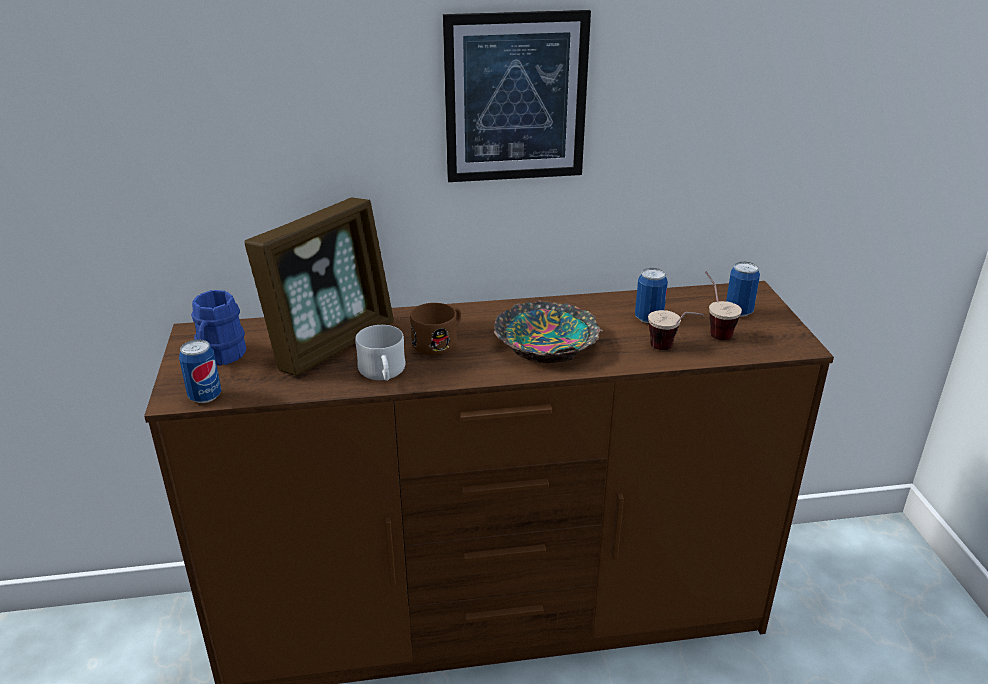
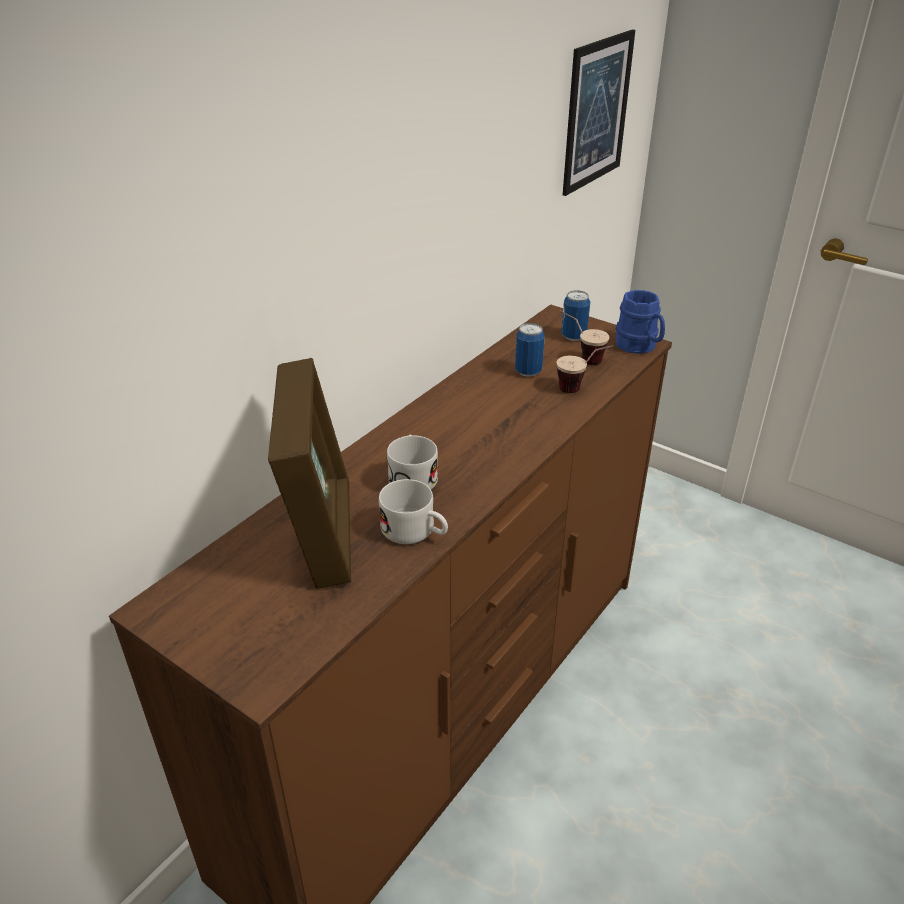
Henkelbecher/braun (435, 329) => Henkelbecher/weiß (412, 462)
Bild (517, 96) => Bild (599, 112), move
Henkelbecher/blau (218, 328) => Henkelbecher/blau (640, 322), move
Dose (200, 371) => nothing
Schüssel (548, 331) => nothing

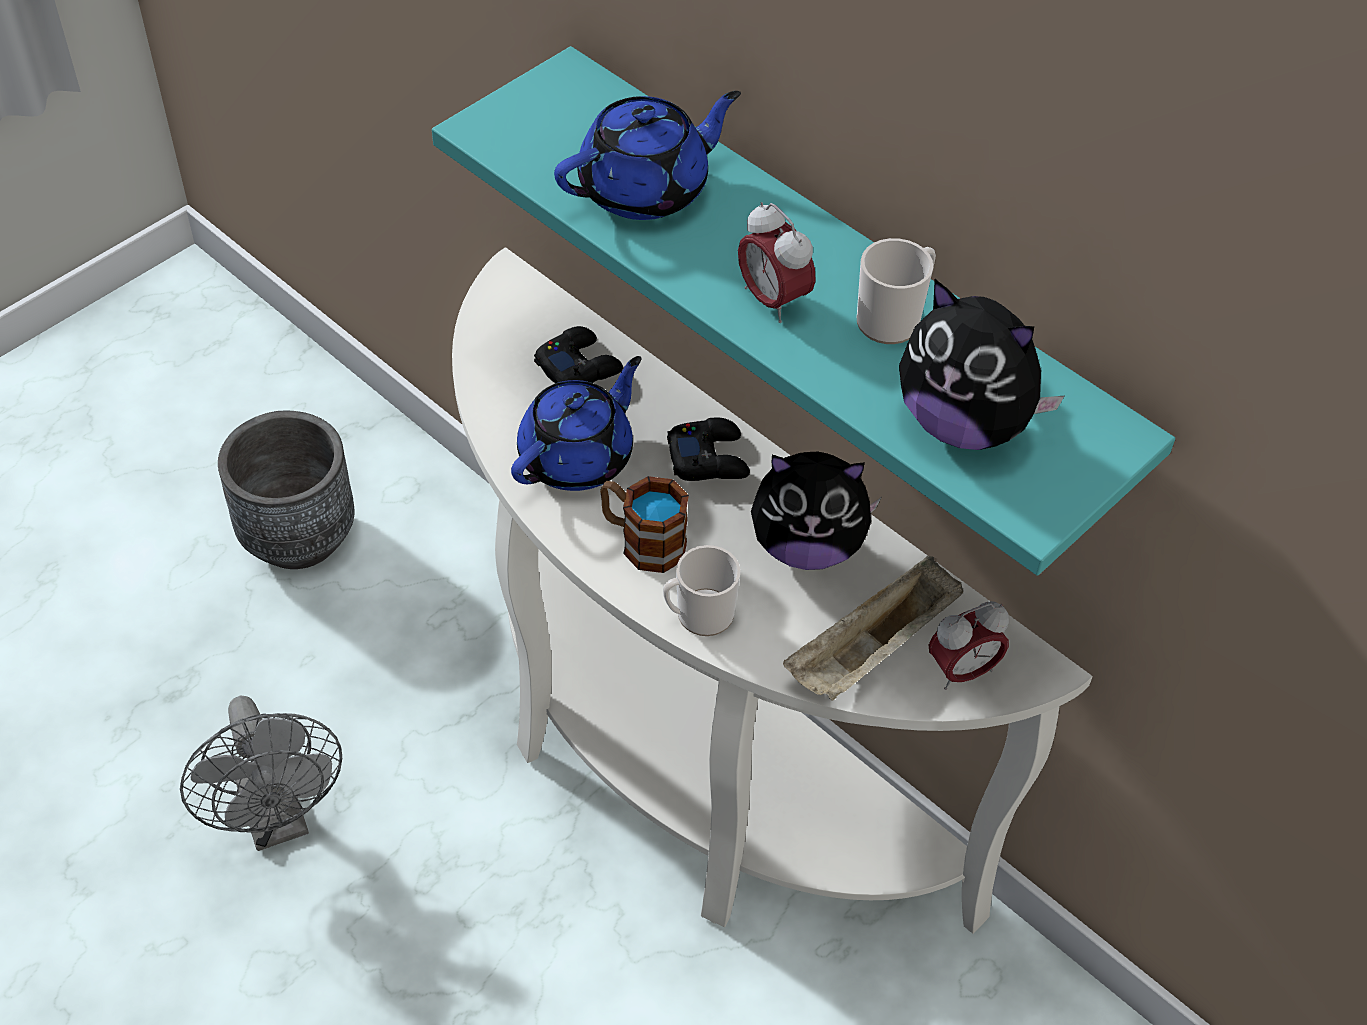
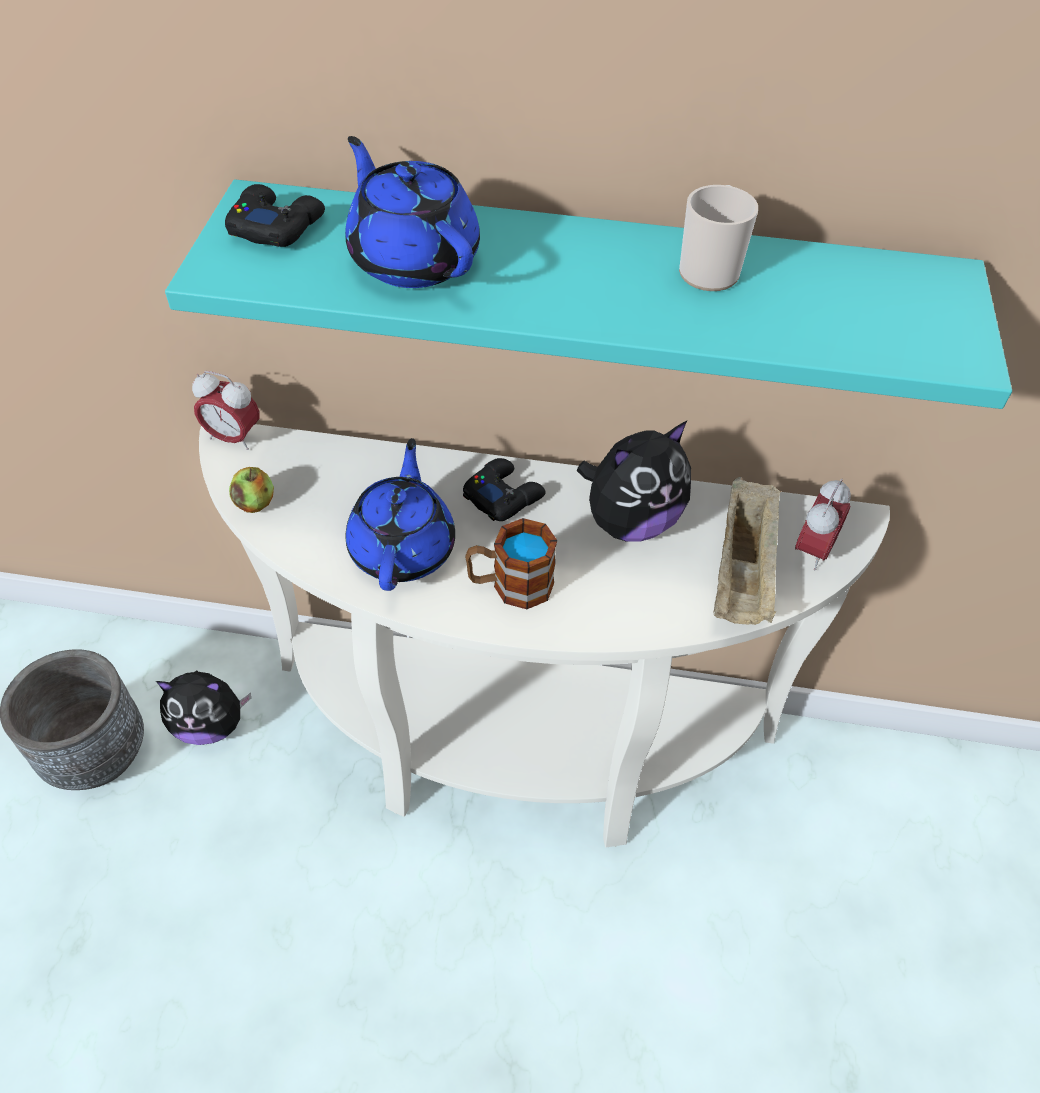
Plüschtier (981, 364) => Plüschtier (203, 708), move
Wecker (777, 262) => Wecker (226, 410), move
Gamepad/schwarz (578, 354) => Gamepad/schwarz (275, 215), move
nothing => Apfel (251, 490)
Teekanne/blau (647, 155) => Teekanne/blau (412, 212), 60 degrees counterclockwise
Ventilator/grau (261, 773) => nothing
Henkelbecher (702, 590) => nothing

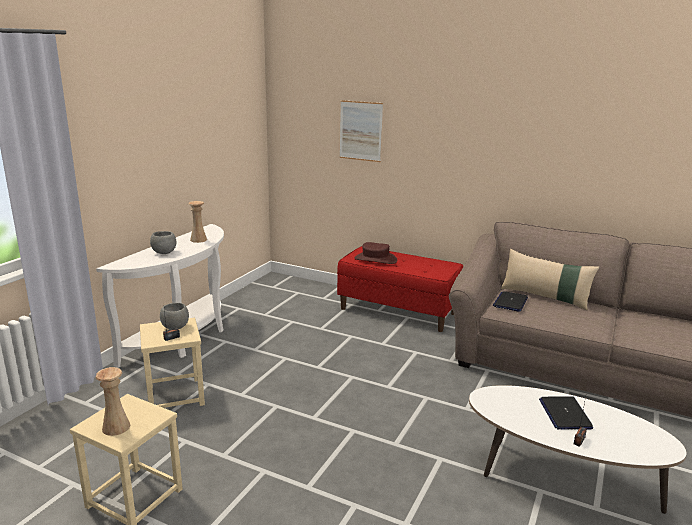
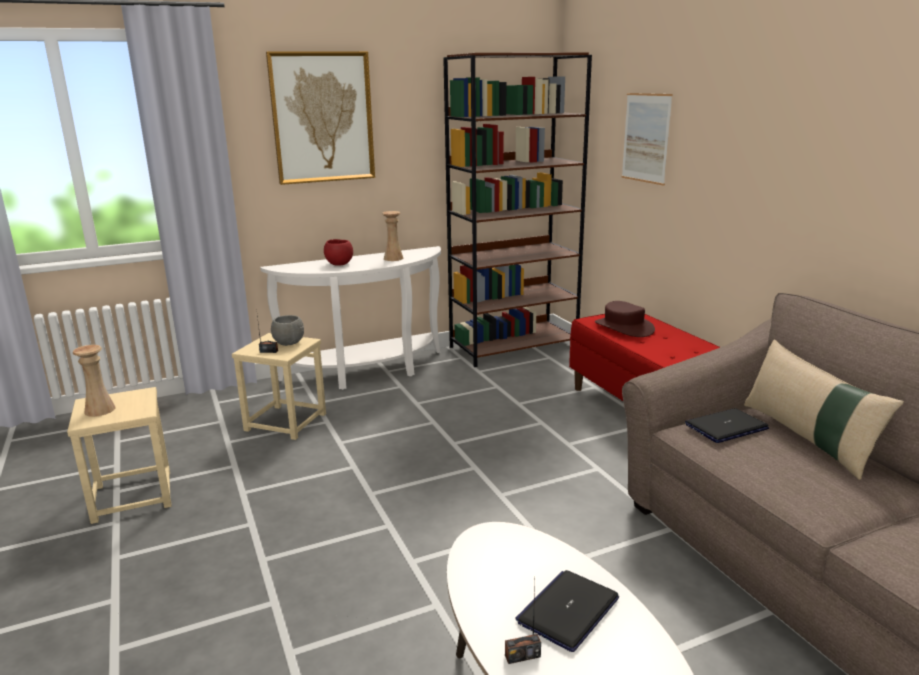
nothing => Bild (320, 118)
Schüssel/grau (163, 242) => Schüssel/rot (338, 252)
nothing => Bücherregal/braun (517, 209)

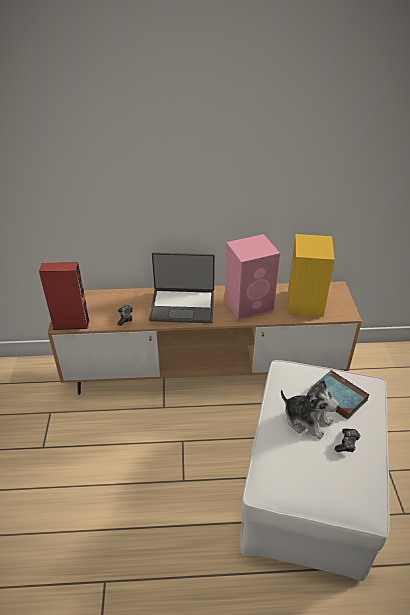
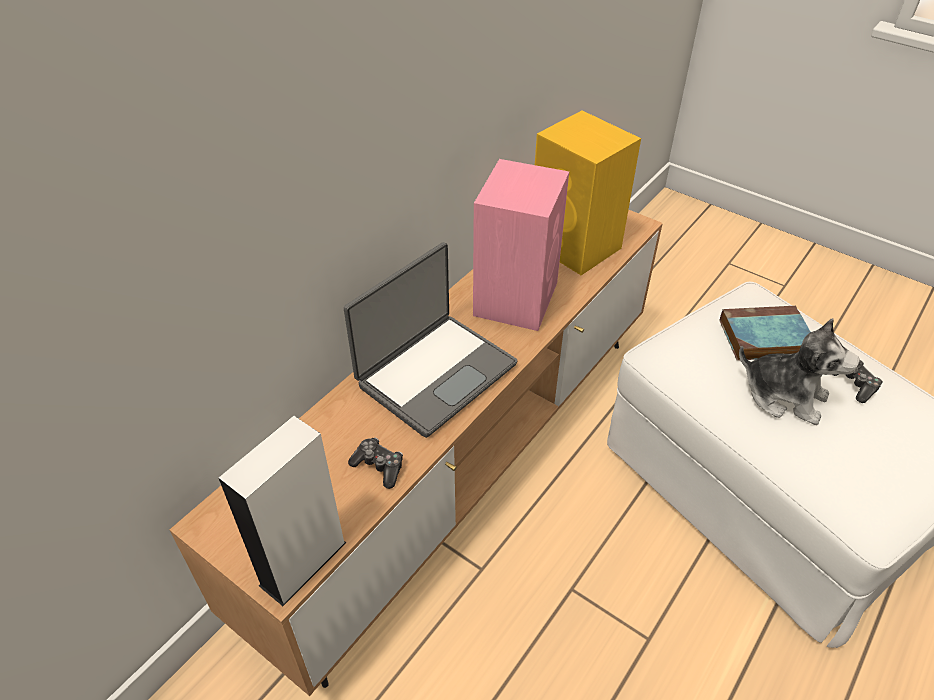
Lautsprecher/rot (64, 296) => Lautsprecher/weiß (282, 511)
Plüschtier (310, 409) => Plüschtier (799, 371), 45 degrees clockwise

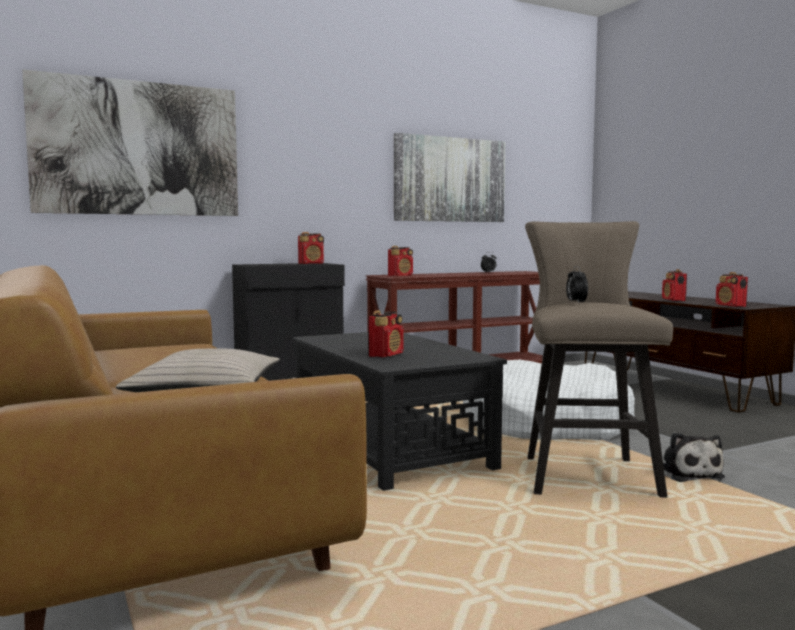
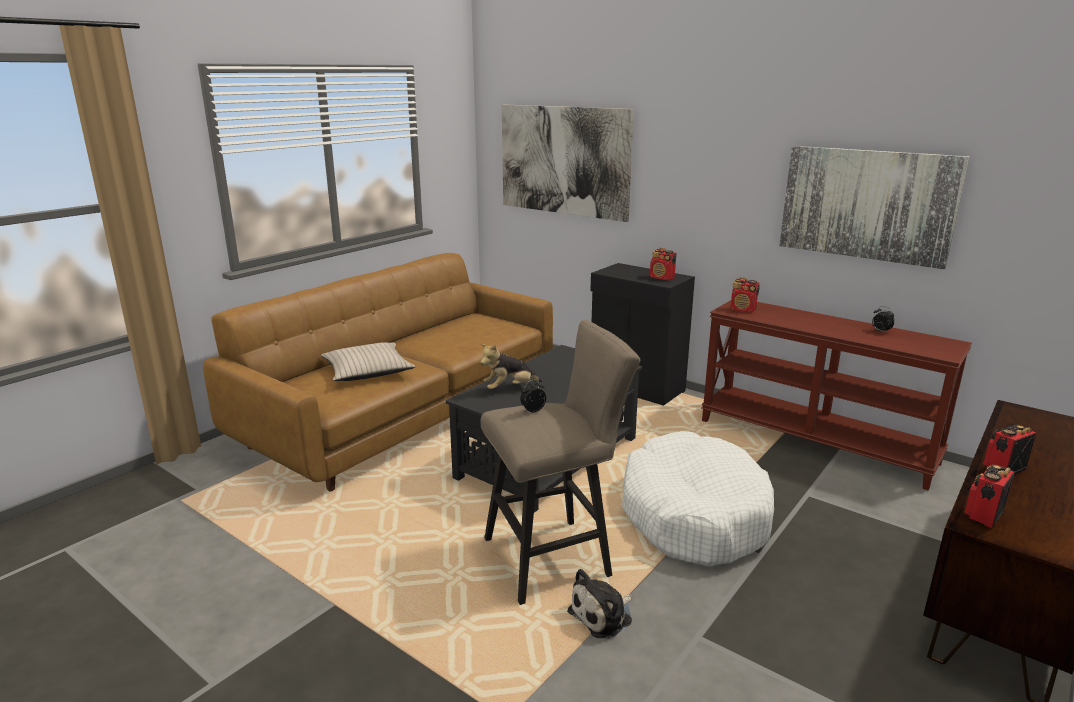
Radio (385, 334) => Plüschtier (511, 366)

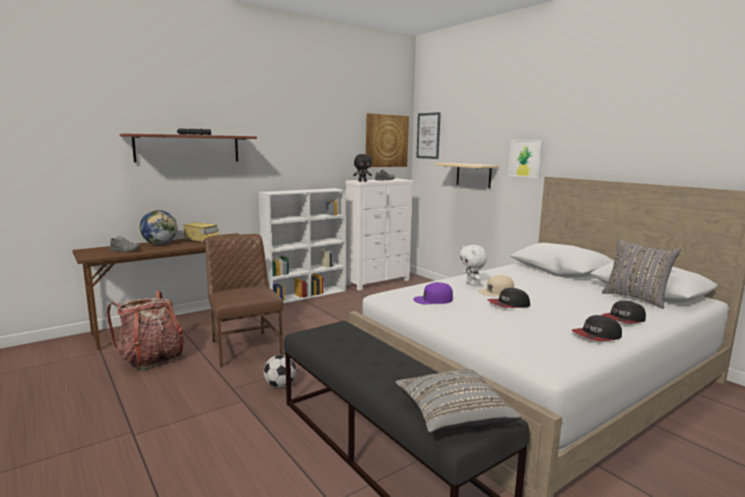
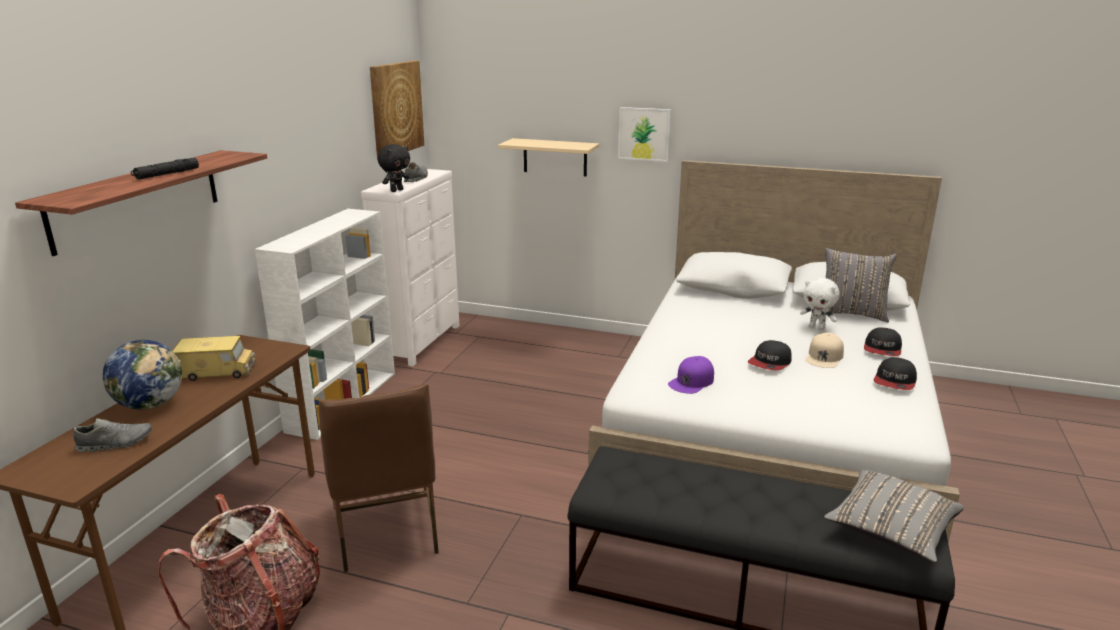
Stuhl/braun (244, 300) => Stuhl/braun (379, 478), 135 degrees counterclockwise
Plüschtier/weiß (473, 265) => Plüschtier/weiß (820, 304), move
Kappe/beige (496, 286) => Kappe/beige (824, 350), move
Fußball (280, 371) => nothing
Bild (428, 135) => nothing

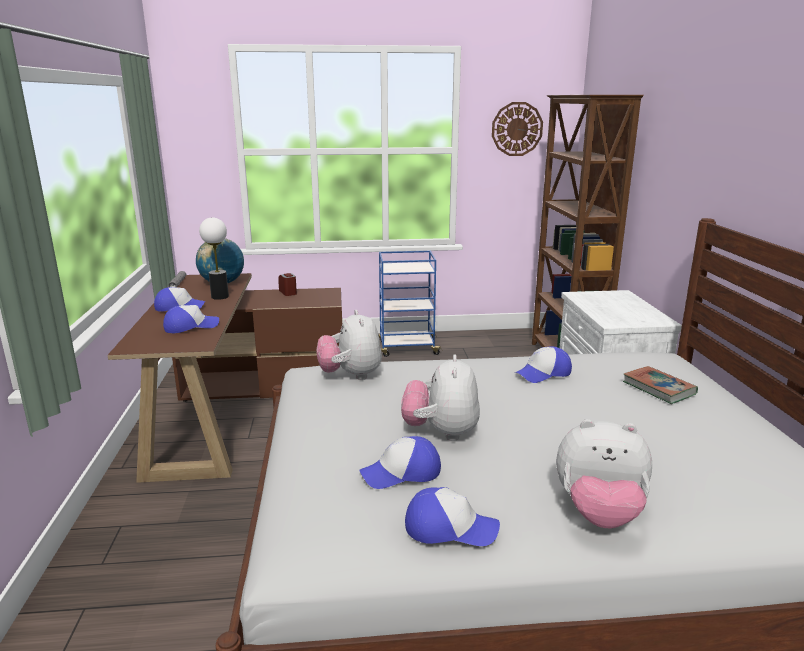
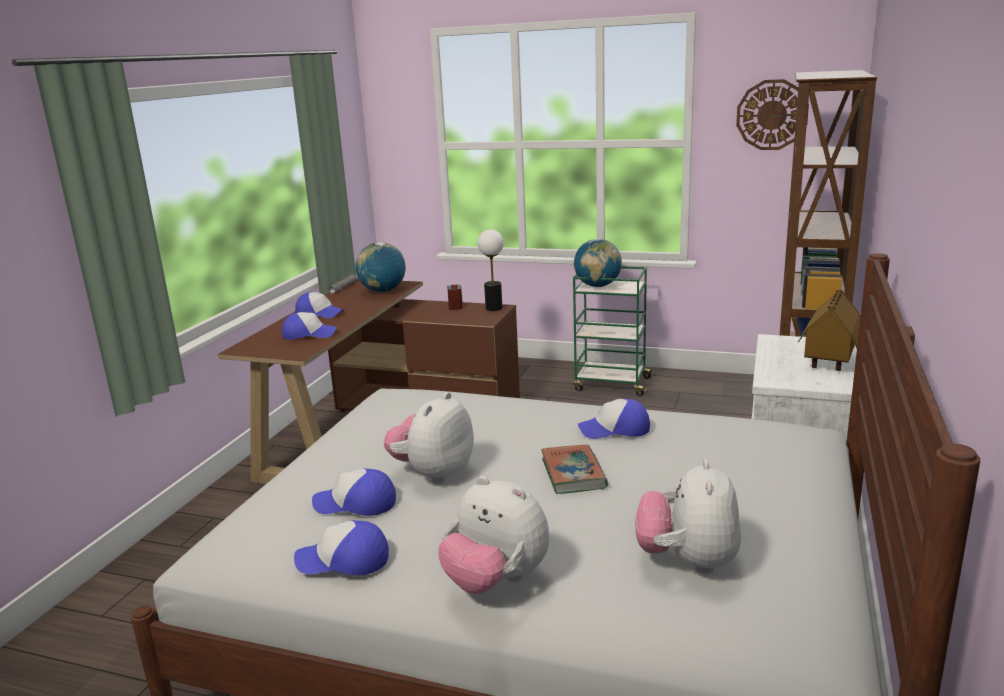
Kappe (452, 516) => Kappe (341, 547), 150 degrees clockwise
Tischlampe (214, 259) => Tischlampe (491, 270), move
Buch (660, 385) => Buch (574, 469), move
Rollwagen/blau (410, 304) => Rollwagen/grün (614, 331)
nothing => Globus (598, 263)
Plüschtier (349, 345) => Plüschtier (688, 516), move
nothing => Spielzeughaus (829, 330)

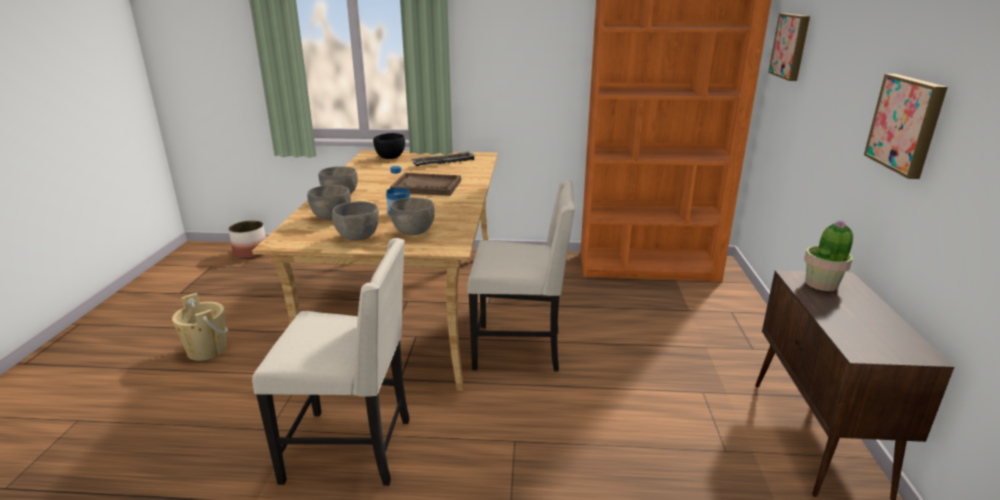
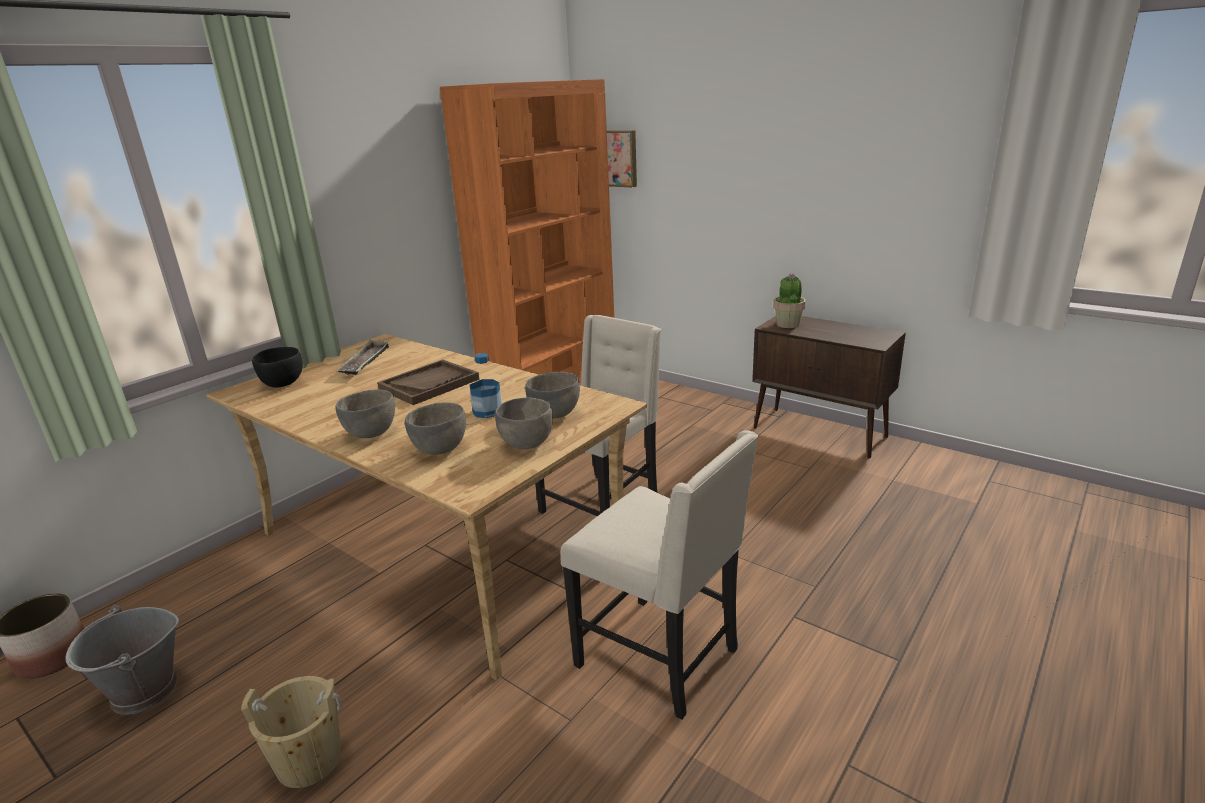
nothing => Eimer/grau (122, 660)
Stuhl/beige (330, 362) => Stuhl/beige (659, 575), 90 degrees clockwise
Bild (906, 126) => nothing

